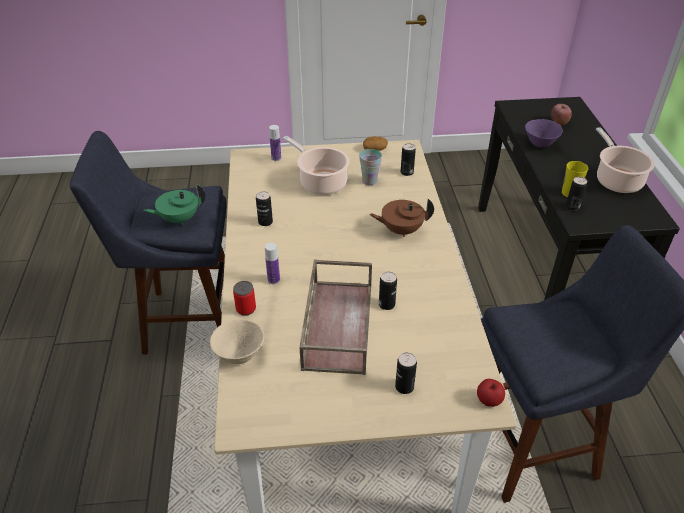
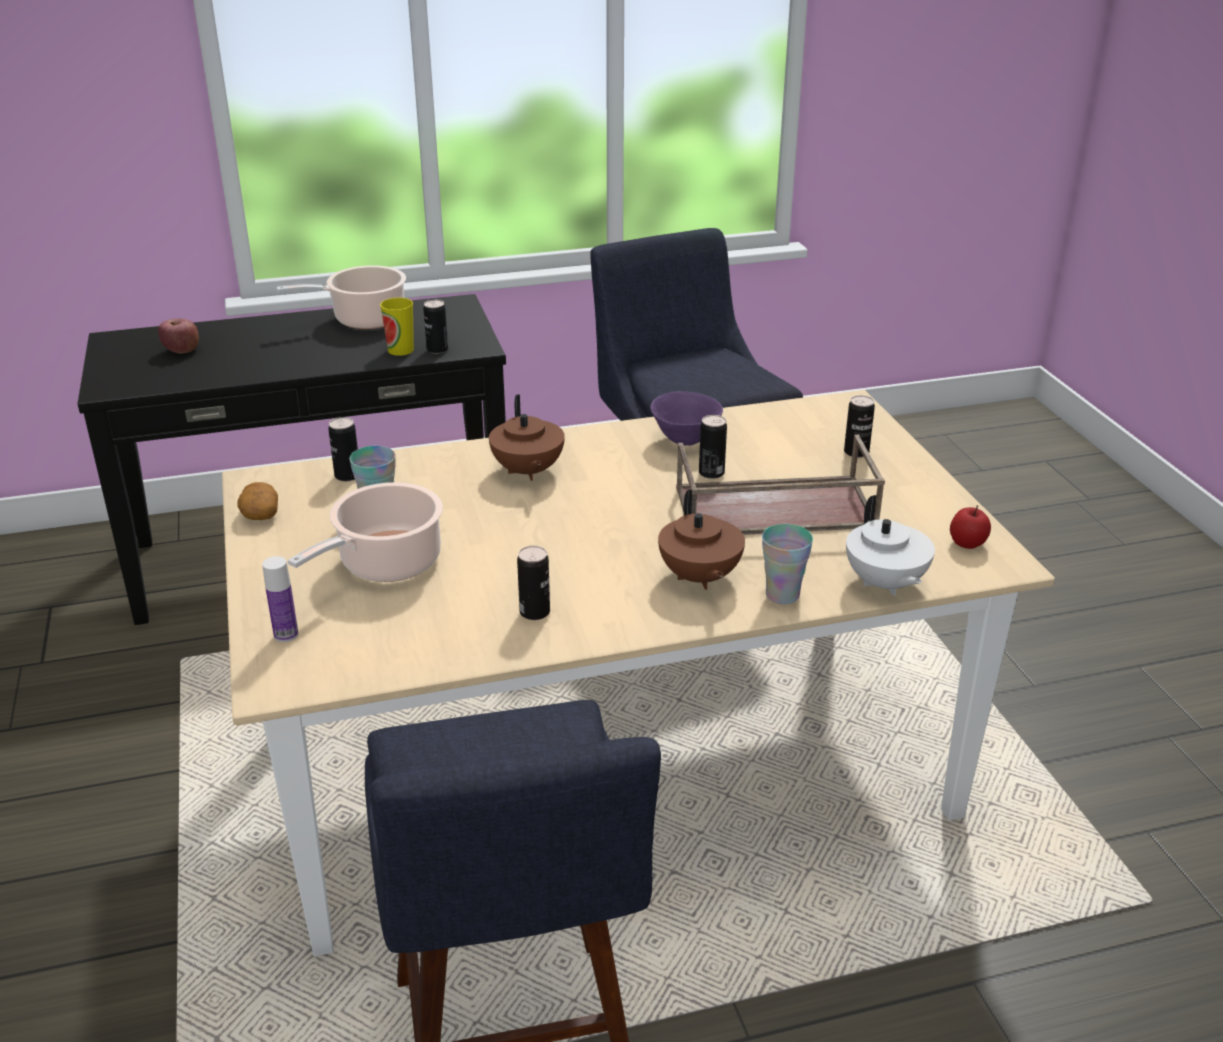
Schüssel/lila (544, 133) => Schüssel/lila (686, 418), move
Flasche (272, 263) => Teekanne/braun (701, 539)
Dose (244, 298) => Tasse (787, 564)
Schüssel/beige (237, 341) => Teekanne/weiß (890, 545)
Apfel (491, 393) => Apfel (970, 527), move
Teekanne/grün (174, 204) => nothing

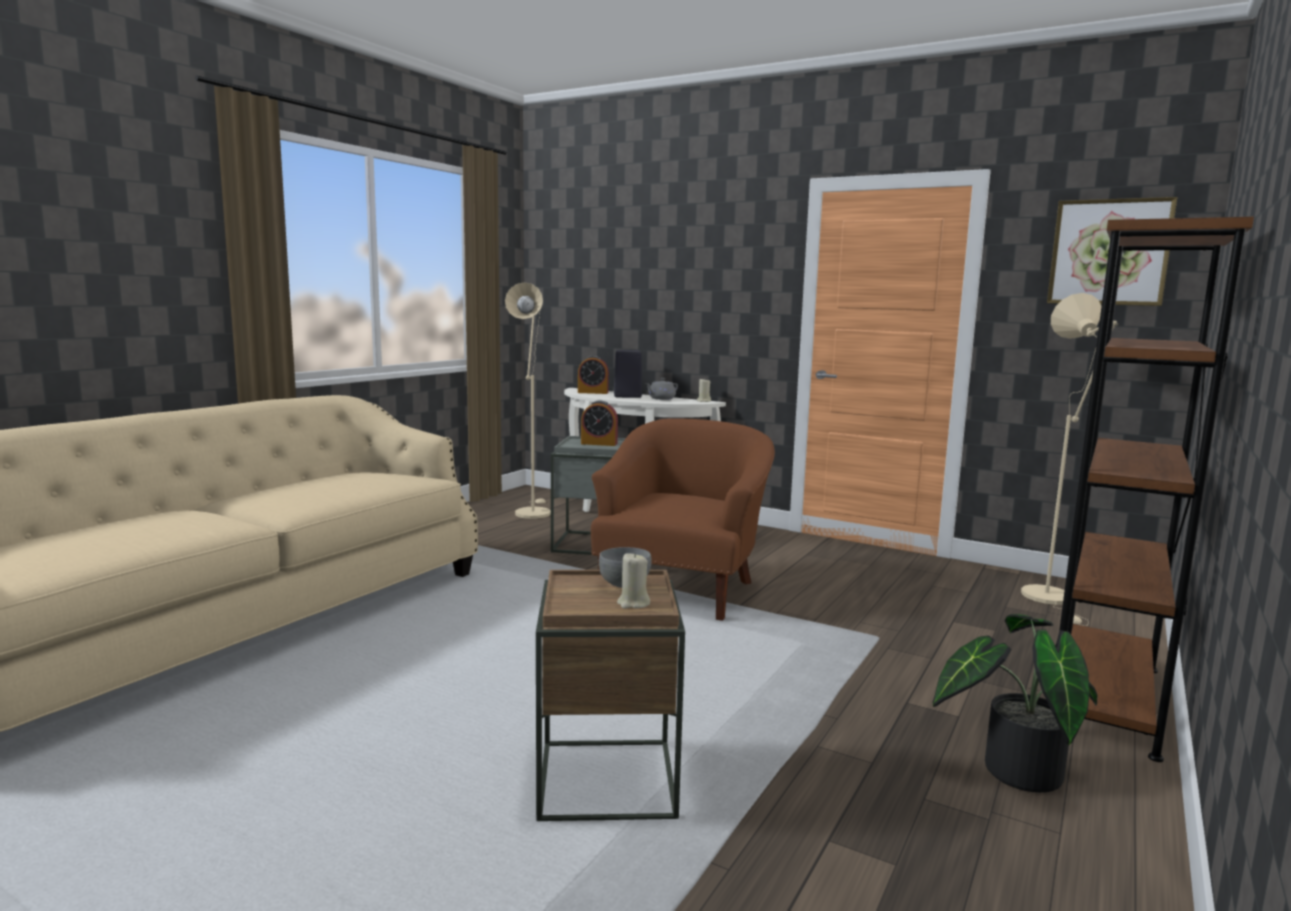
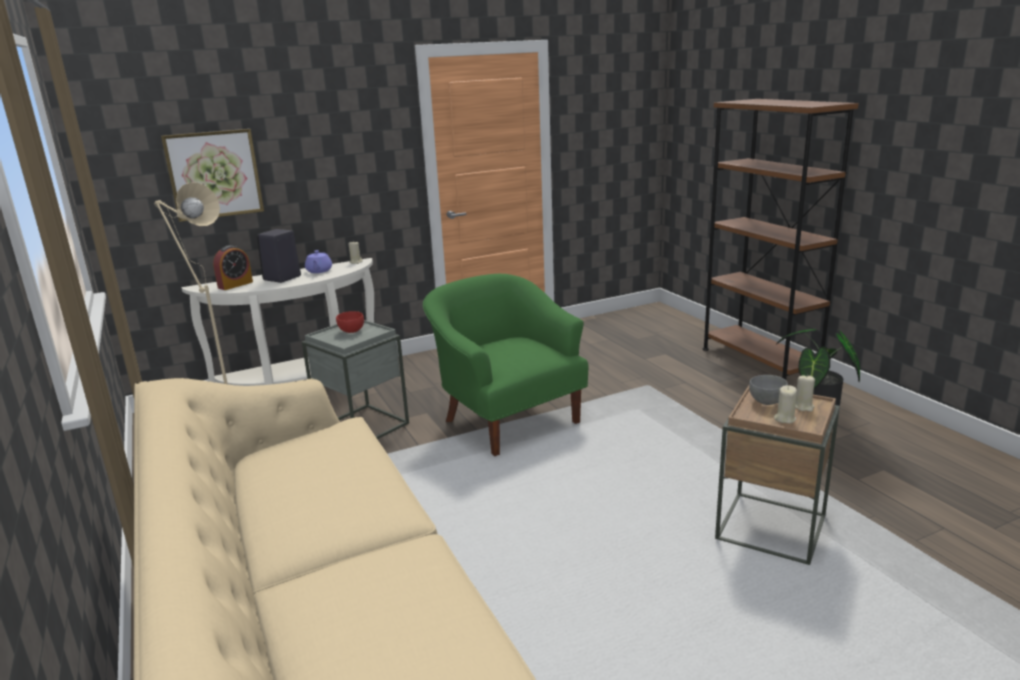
Bild (1112, 251) => Bild (212, 175), move
Teekanne/grau (661, 389) => Teekanne/lila (318, 261)
Wecker (599, 423) => Schüssel/rot (350, 322)
Sessel/braun (683, 519) => Sessel/grün (505, 365)
nothing => Kerze/beige (785, 404)
Stehlampe/beige (1069, 459) => nothing

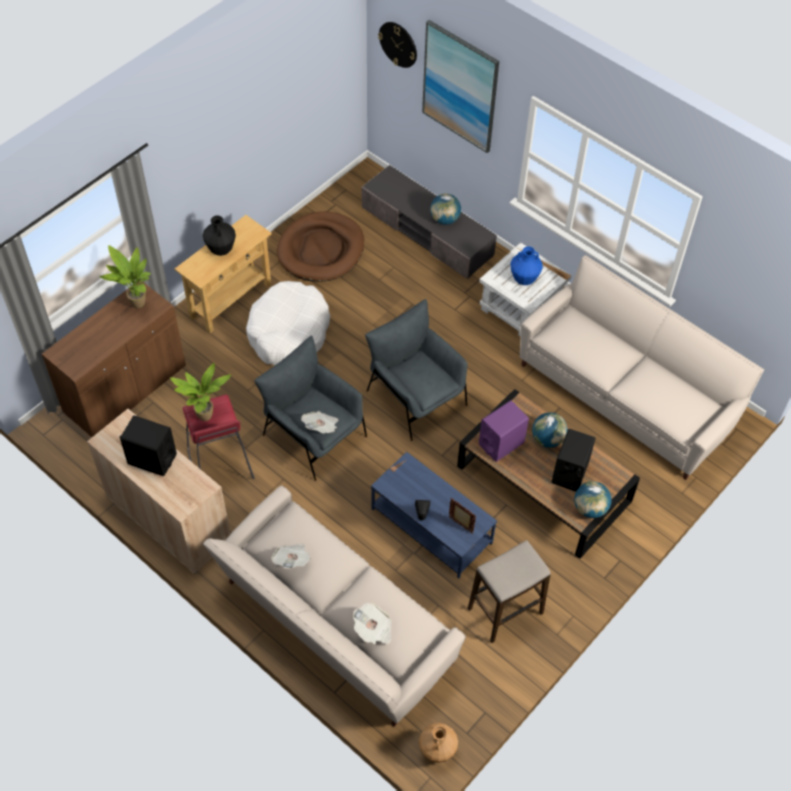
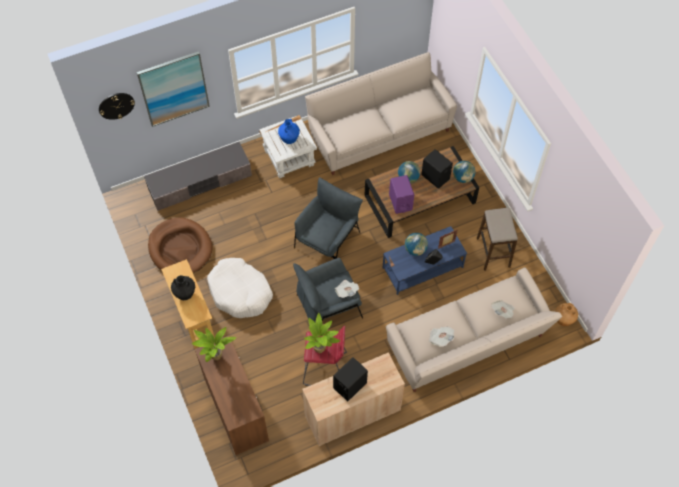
Sessel/grau (416, 370) => Sessel/grau (328, 218), 135 degrees clockwise
Globus (445, 209) => Globus (416, 244), move

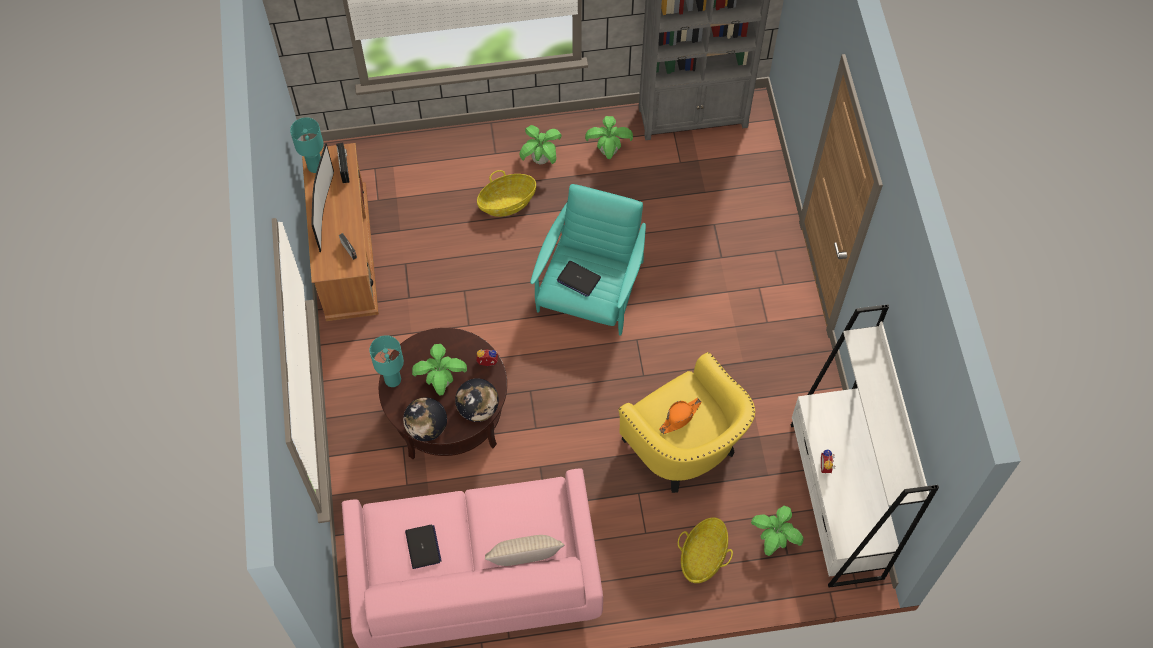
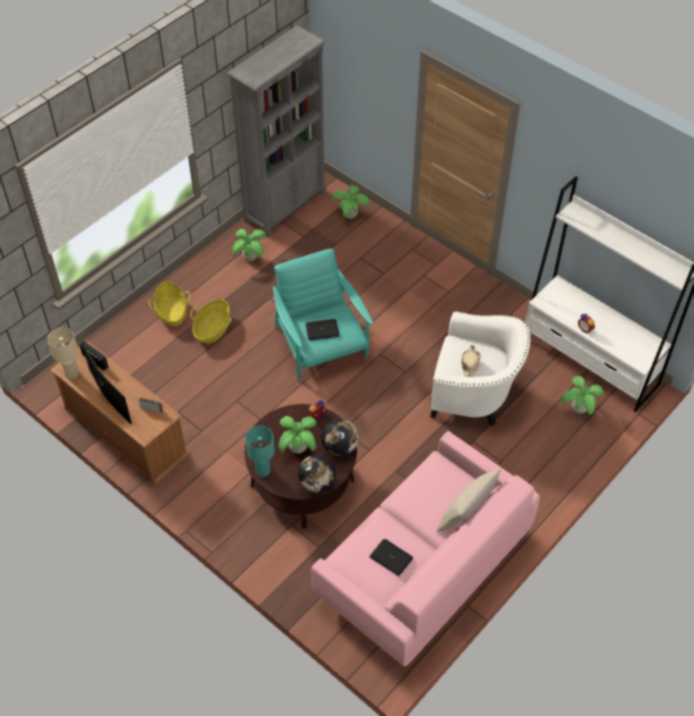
Tischlampe/türkis (307, 145) => Tischlampe/beige (63, 353)
Korb (705, 550) => Korb (169, 304), move
Topfpflanze (541, 144) => Topfpflanze (350, 202), move
Sessel/gelb (686, 422) => Sessel/weiß (480, 368)
Hut/orange (680, 416) => Hut/beige (471, 361)

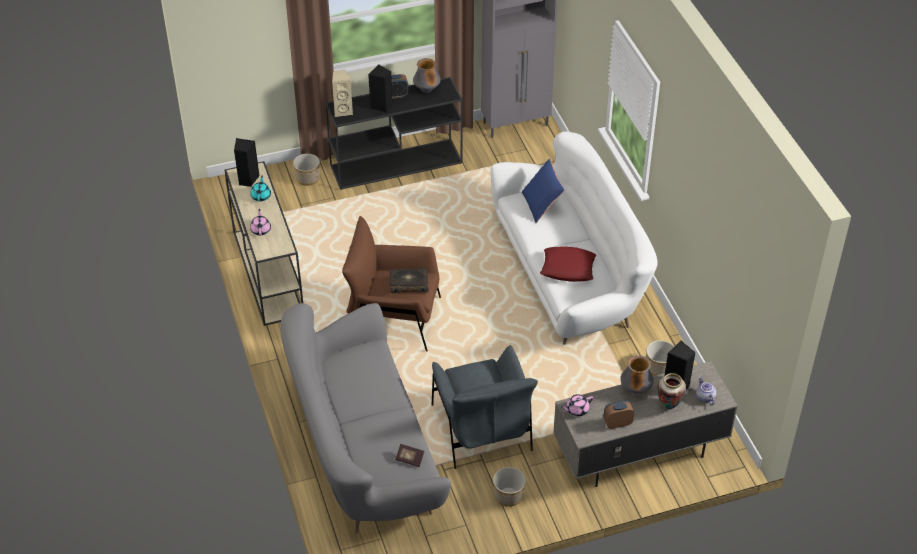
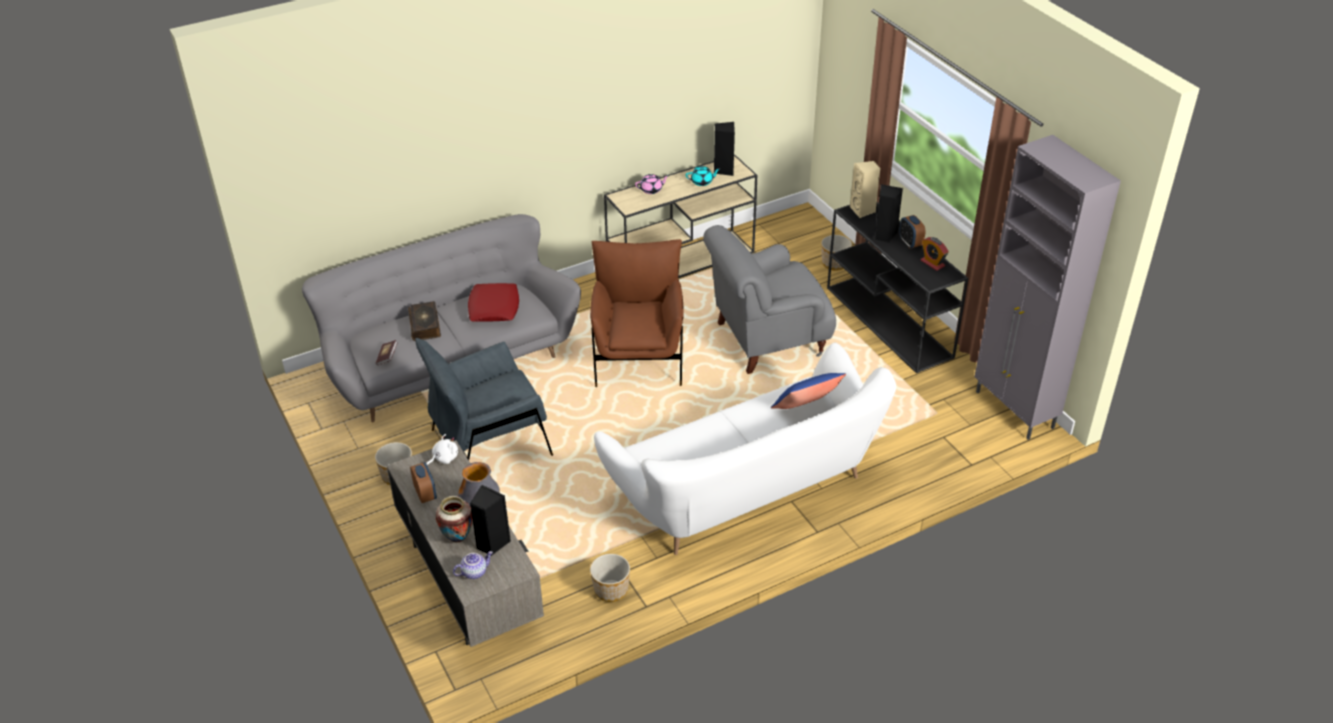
Buch (409, 280) => Buch (424, 321), move
Teekanne/rosa (577, 405) => Plüschtier/weiß (442, 449)
Kissen/rot (568, 264) => Kissen/rot (493, 302), move
nothing => Sessel/grau (769, 299)
Vase (427, 75) => Wecker (934, 254)

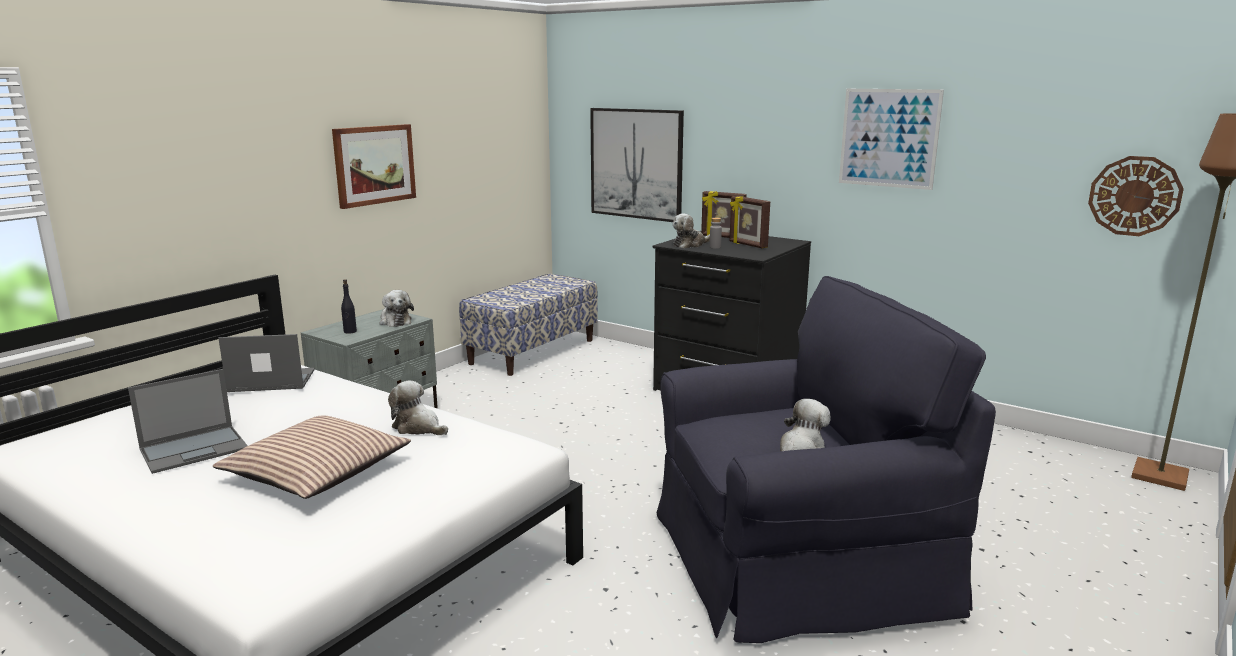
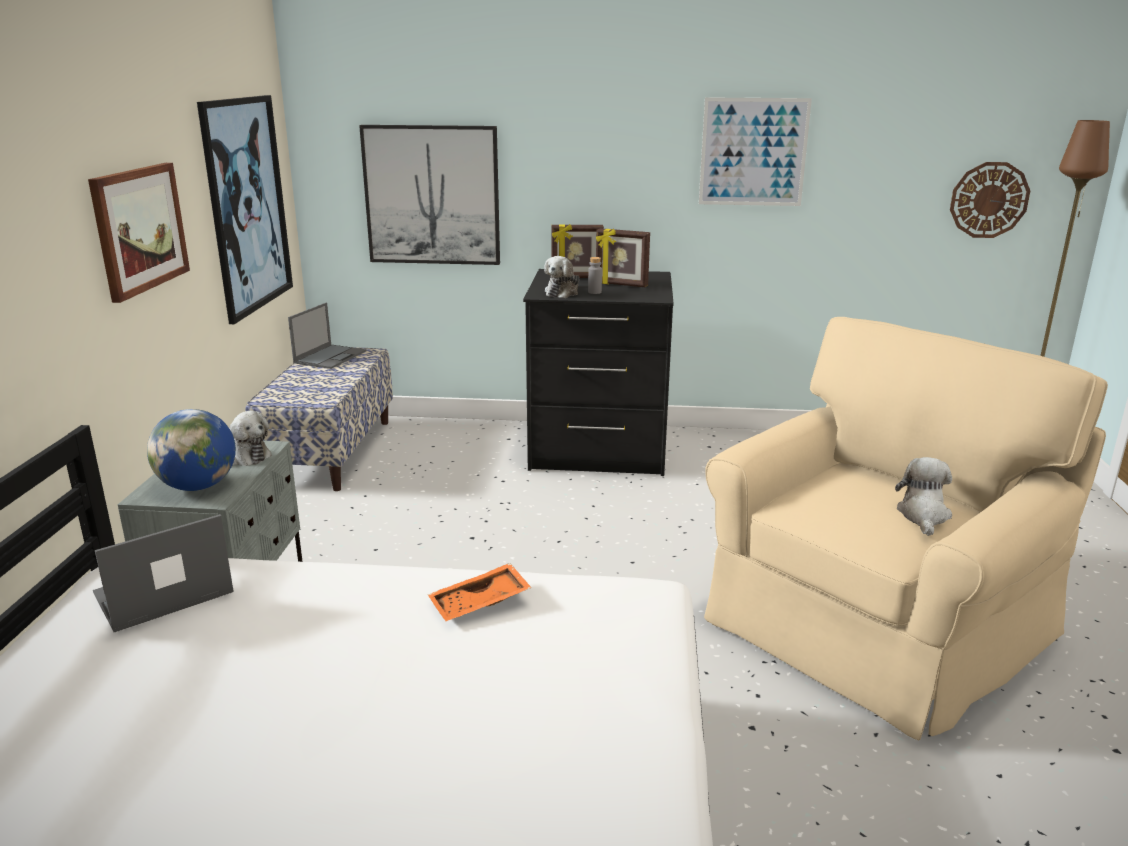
Flasche/schwarz (349, 306) => Globus (191, 450)
nothing => Bild (245, 209)
Laptop (188, 421) => Laptop (327, 336), move
Plüschtier (418, 407) => Tablett/orange (480, 592)
Sessel/schwarz (826, 459) => Sessel/beige (906, 528)
Kissen (312, 457) => nothing

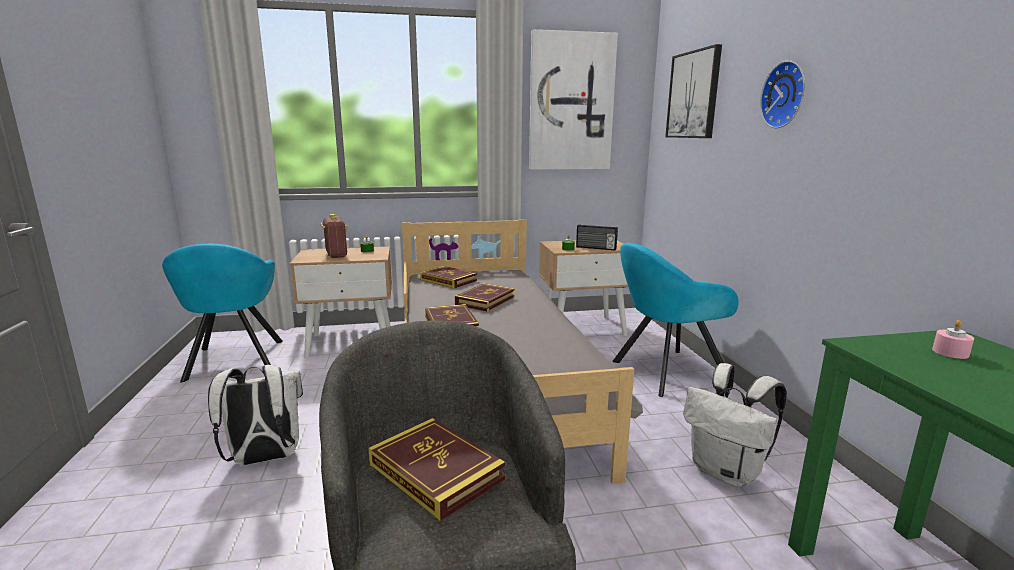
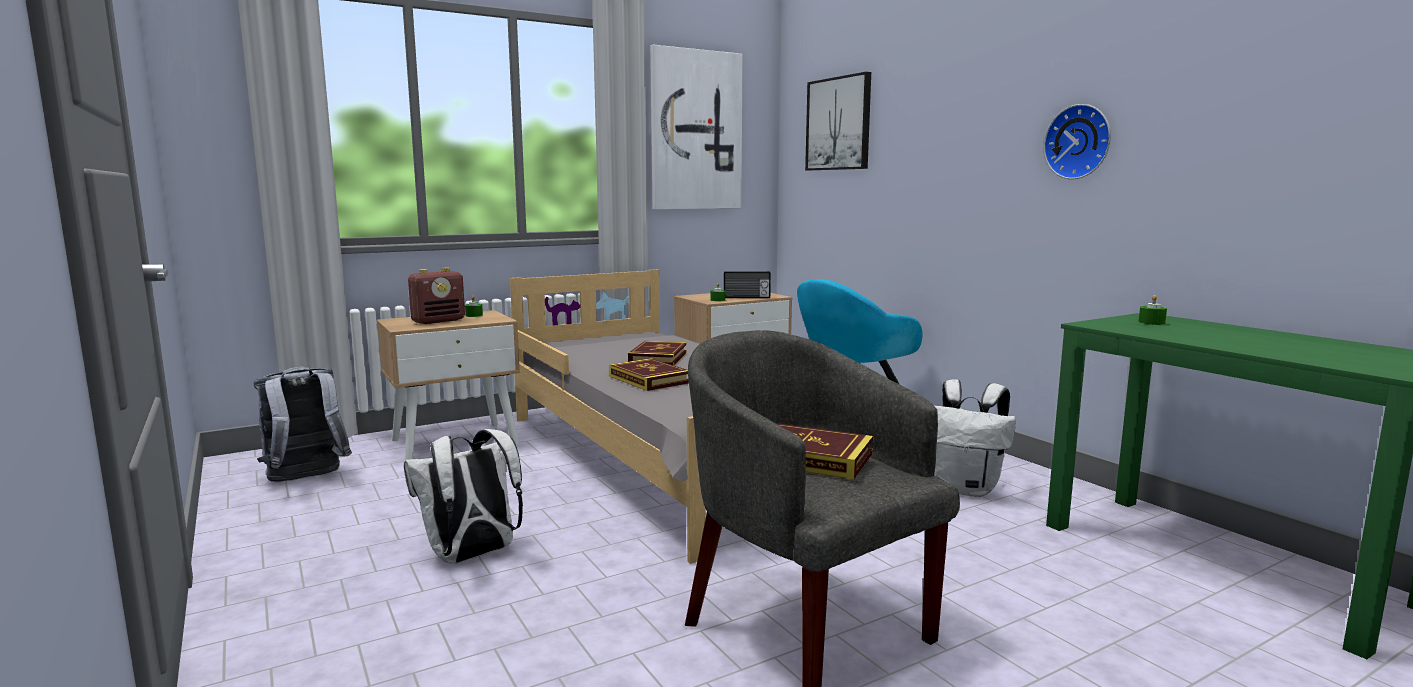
Sessel/türkis (222, 313) => Rucksack/grau (302, 424)
Radio (334, 236) => Radio (436, 296), 90 degrees clockwise
Wanduhr (782, 94) => Wanduhr (1077, 141), move
Kerze/rosa (953, 339) => Kerze/grün (1153, 310)
Buch (448, 277) => nothing

